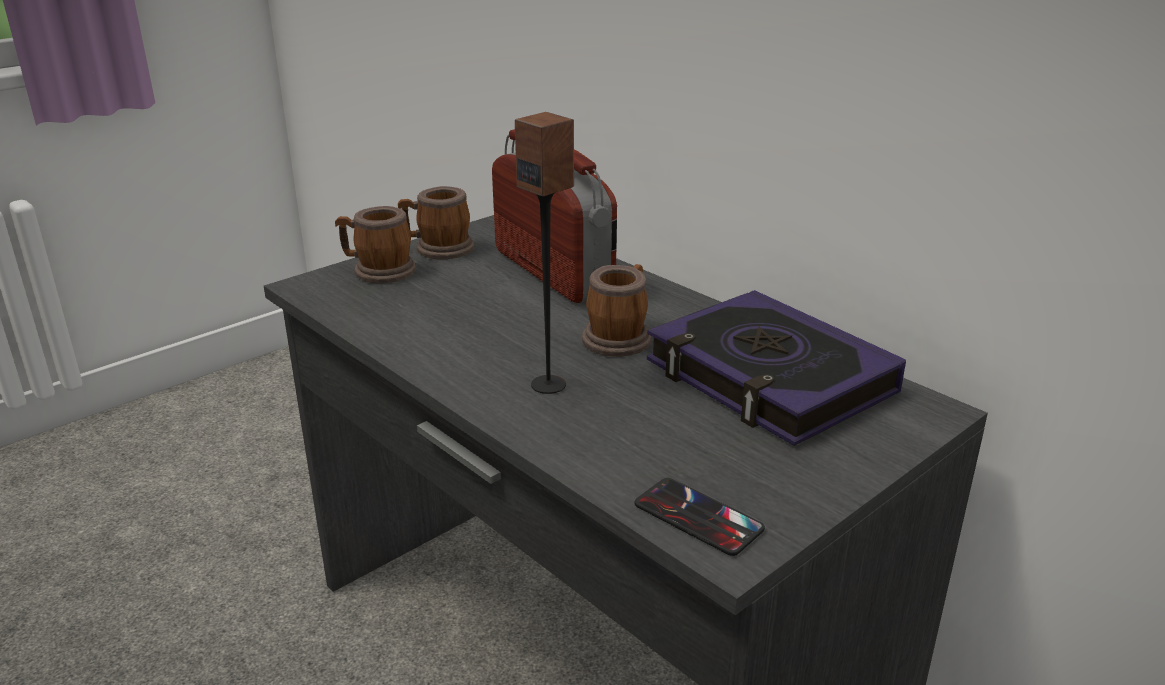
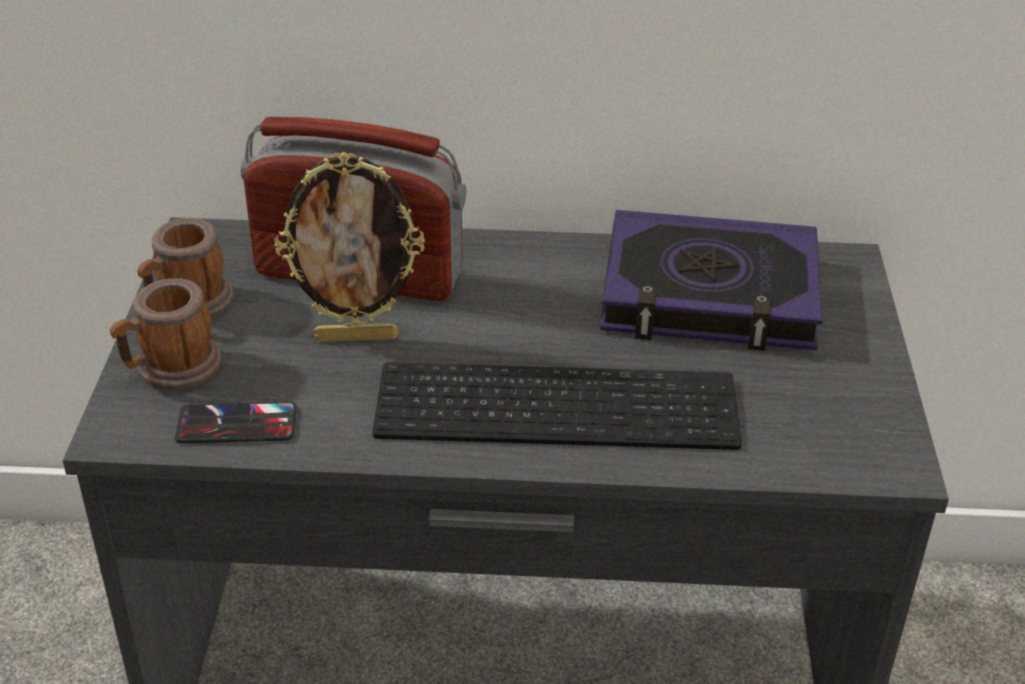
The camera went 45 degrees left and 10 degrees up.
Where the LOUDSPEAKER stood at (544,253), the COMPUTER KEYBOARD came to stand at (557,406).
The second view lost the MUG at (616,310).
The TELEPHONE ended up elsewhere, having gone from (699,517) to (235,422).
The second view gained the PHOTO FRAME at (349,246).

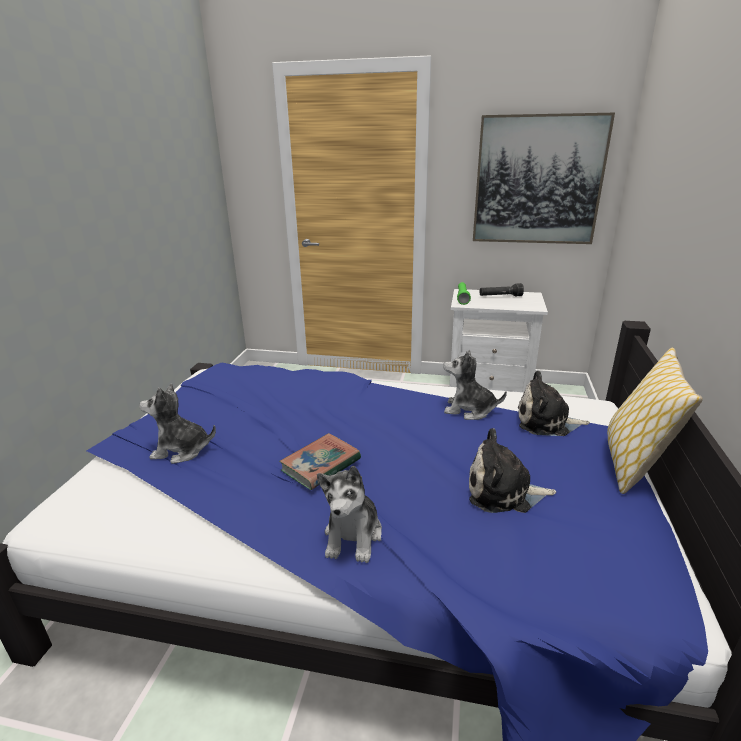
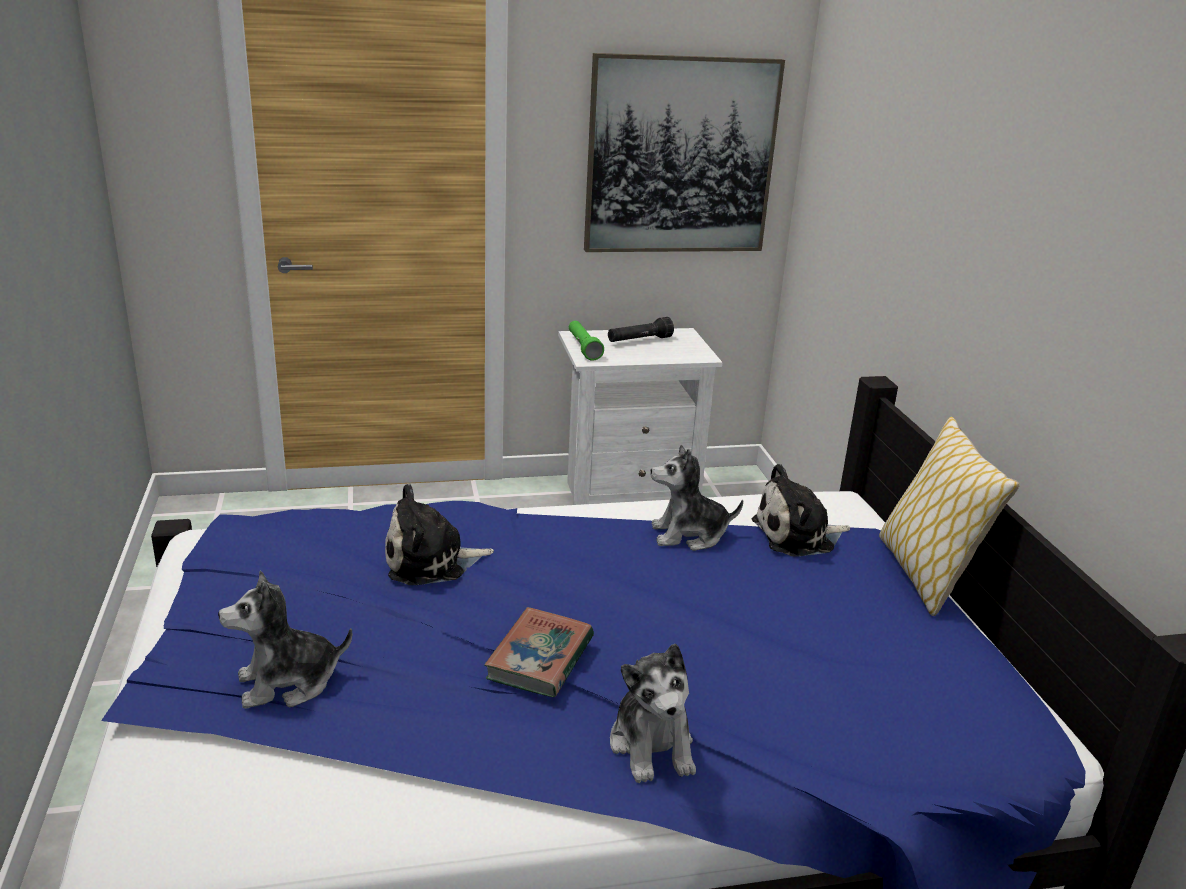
The camera went 25 degrees left and 0 degrees up.
The SOFT TOY ended up elsewhere, having gone from (512,470) to (439,534).

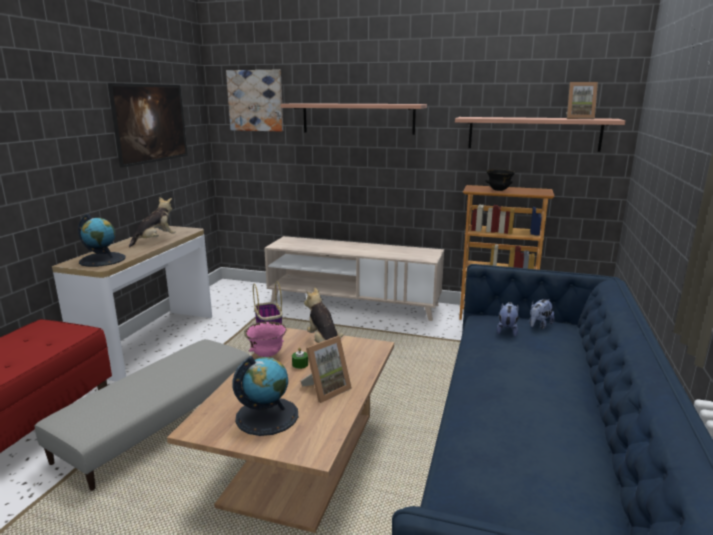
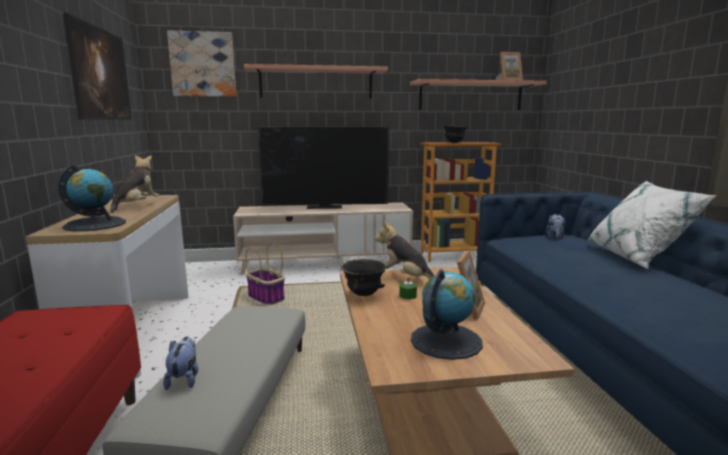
The camera went 25 degrees left and 5 degrees down.
What was the PINK DEEP DISH at (265,339) turned into the BLACK-COLOURED DEEP DISH at (364,277).
The SOFT TOY ended up elsewhere, having gone from (507,319) to (180,363).
The second view gained the TELEVISION at (323,168).
The second view gained the WHITE CUSHION at (652,225).

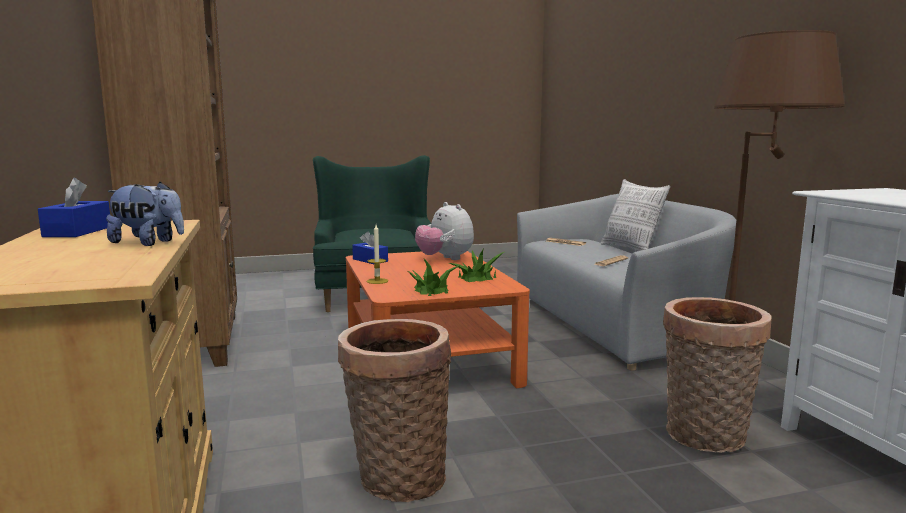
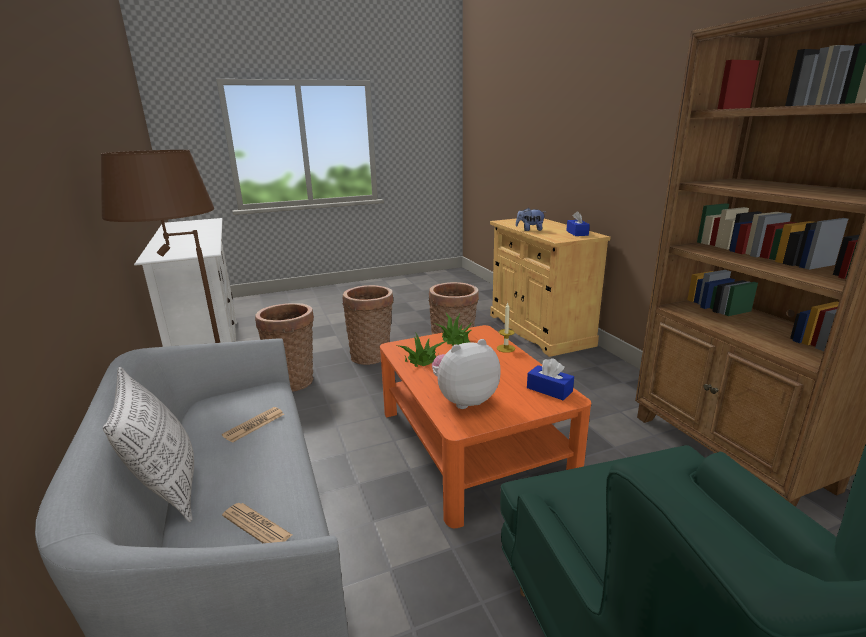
The camera went 175 degrees right and 10 degrees up.
The SOFT TOY at (444,231) ended up facing another way, 75 degrees counterclockwise from before.
The second view gained the STORAGE BASKET at (367,325).

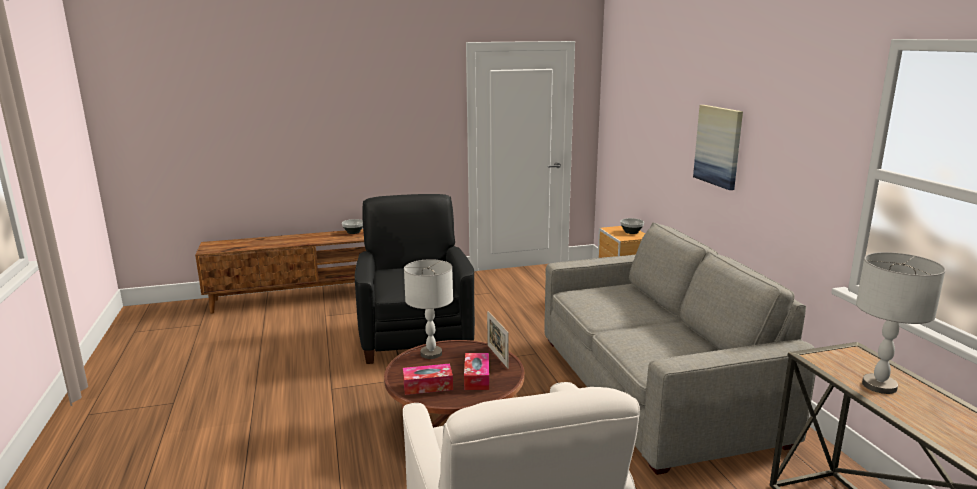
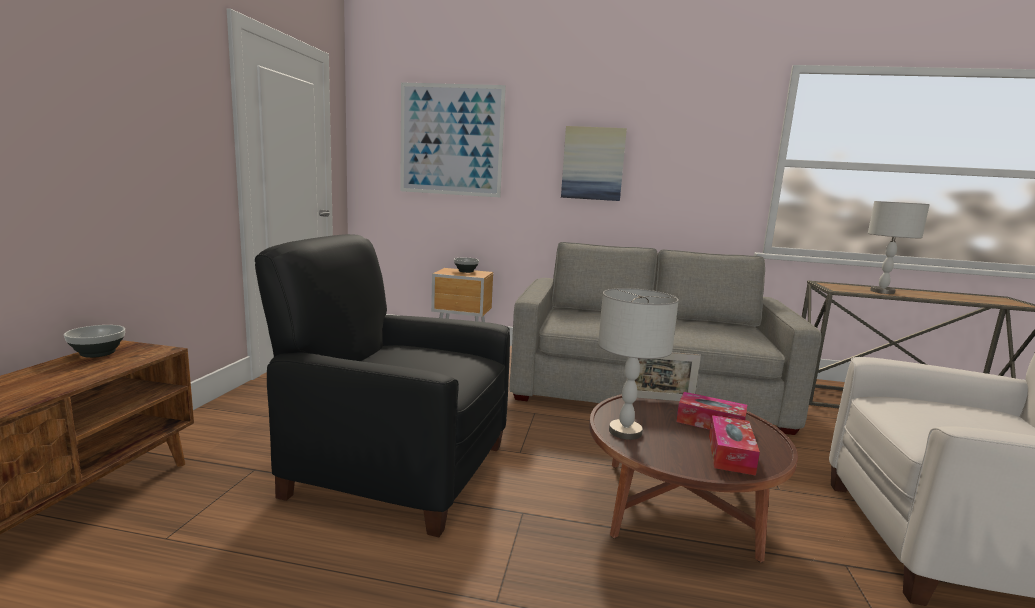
The camera went 65 degrees left and 5 degrees down.
The second view gained the WALL PICTURE at (453,139).

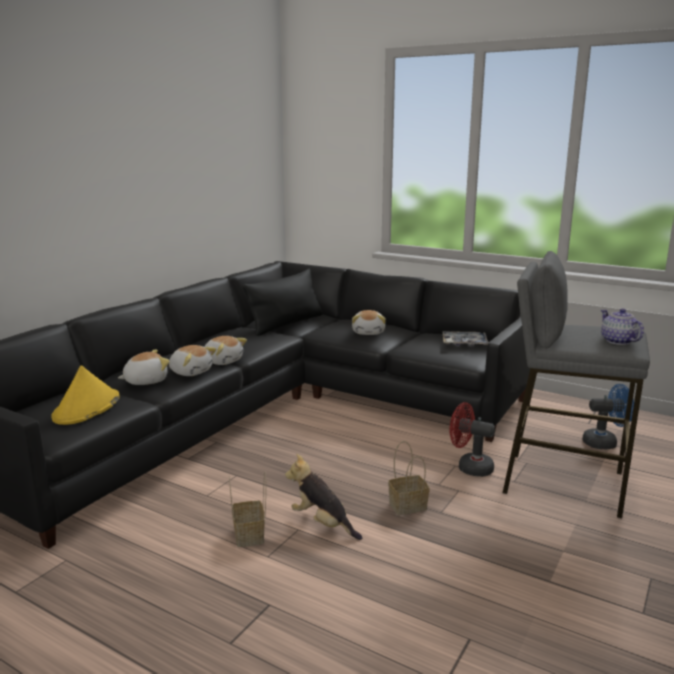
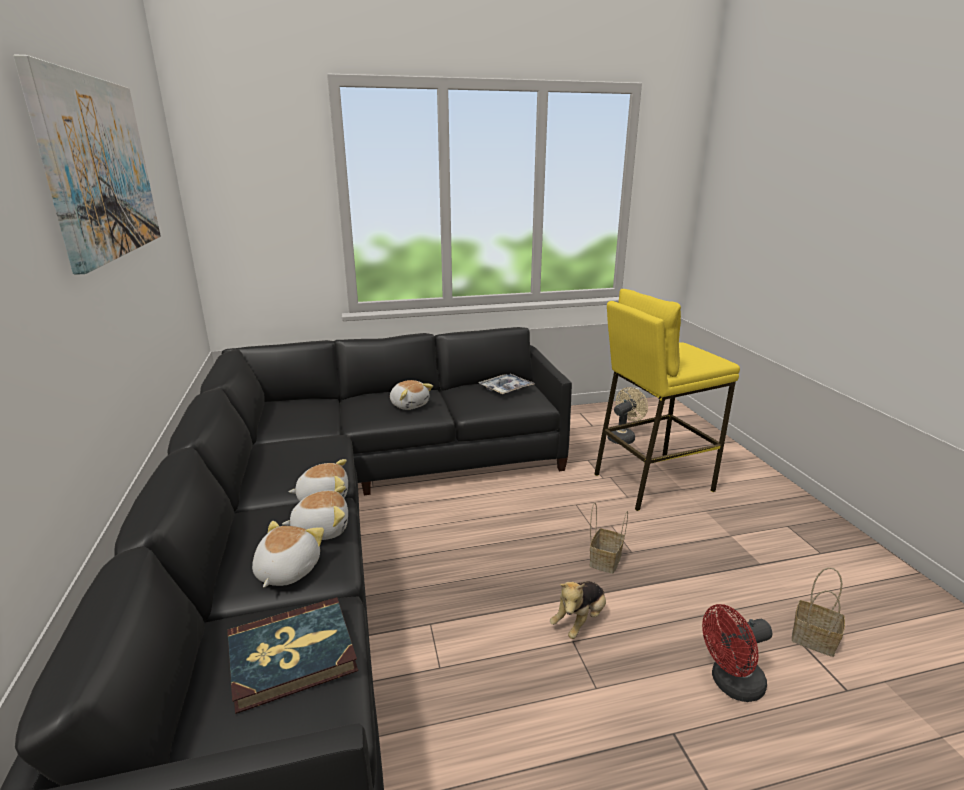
The camera went 45 degrees left and 5 degrees up.
Where the YELLOW WEARABLE HAT stood at (85,395), the BOUND BOOK came to stand at (292,655).
The STORAGE BASKET ended up elsewhere, having gone from (247,509) to (818,612).
The second view lost the BLACK-COLOURED CUSHION at (283,302).
The SOFT TOY at (323,497) ended up facing another way, 45 degrees counterclockwise from before.
The RED FAN ended up elsewhere, having gone from (472,439) to (737,653).
What was the GRAY STOOL at (576,384) turned into the YELLOW STOOL at (667,400).
What was the BLUE FAN at (608,416) turned into the SAND-COLOURED FAN at (627,415).
The second view lost the POT FOR TEA at (622,326).
The second view gained the WALL PICTURE at (87,164).

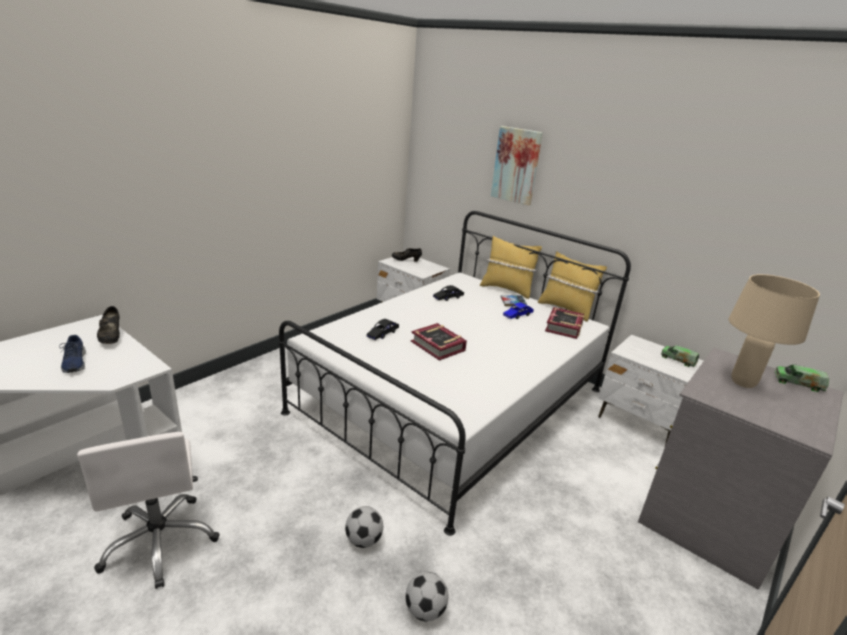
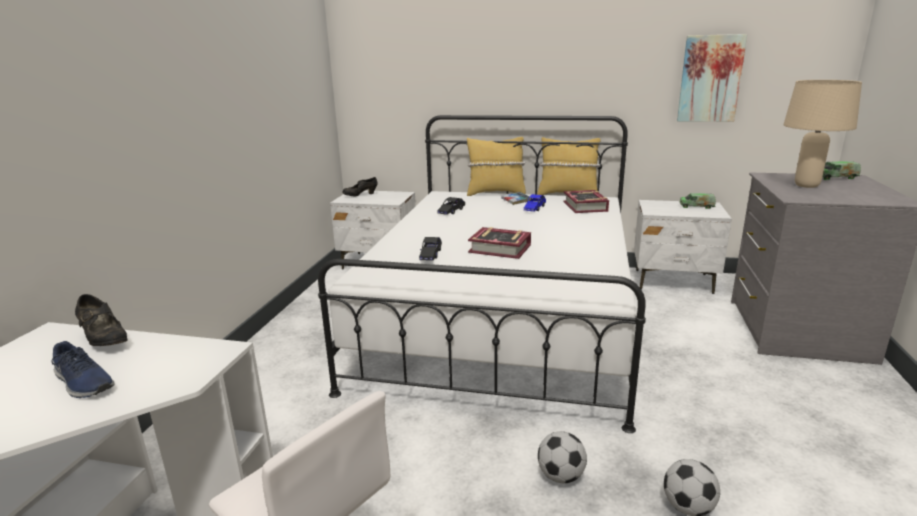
The camera went 25 degrees left and 5 degrees down.
The WALL PICTURE ended up elsewhere, having gone from (517,166) to (712,78).

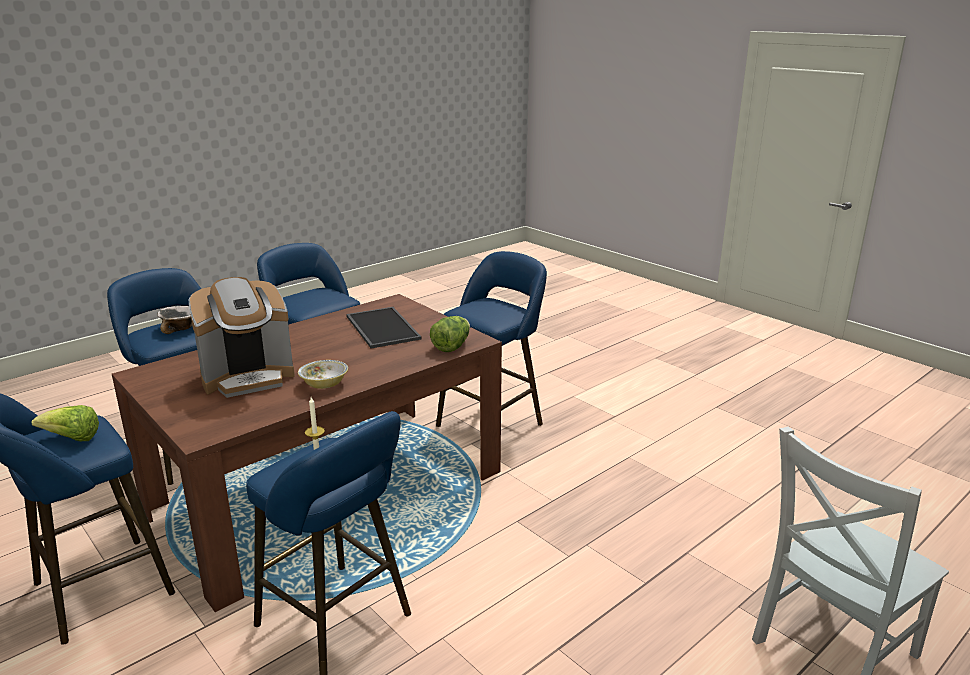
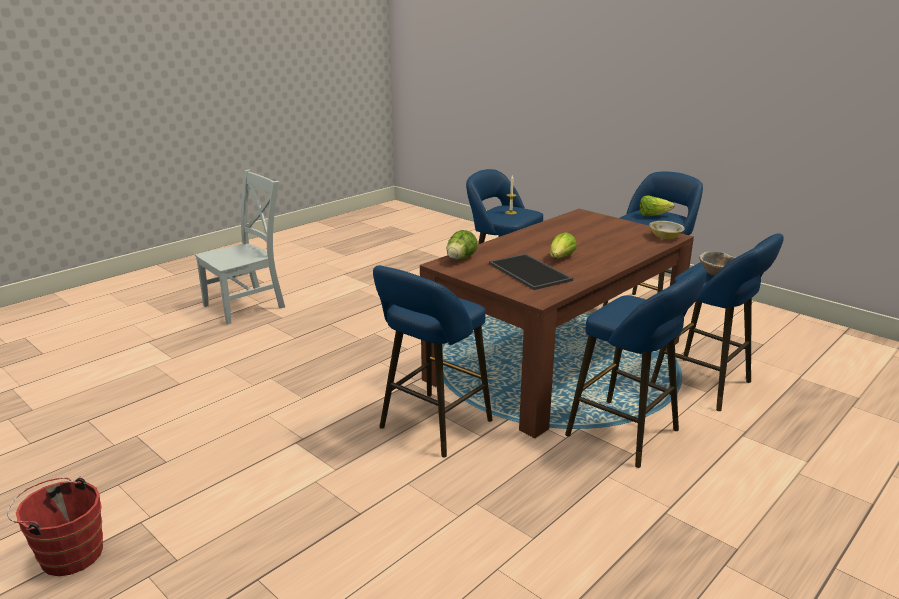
The camera went 175 degrees right and 0 degrees up.
The second view lost the COFFEE MAKER at (241,337).
The DEEP DISH ended up elsewhere, having gone from (323,374) to (667,230).
The second view gained the RED BUCKET at (55,526).
The second view gained the LETTUCE at (563,245).

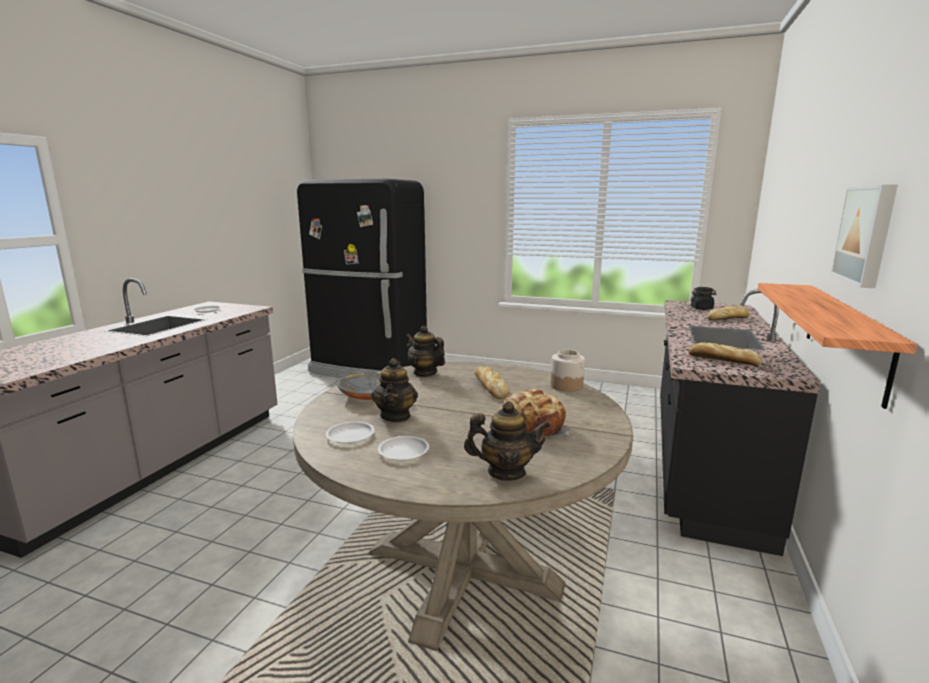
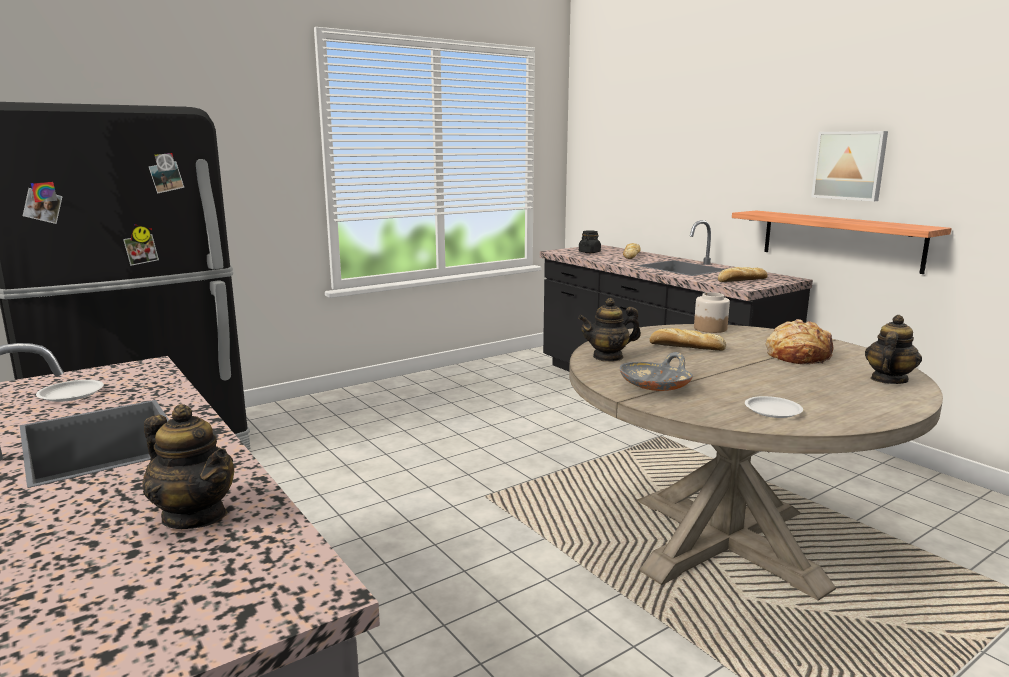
The camera went 55 degrees left and 0 degrees up.
The POT FOR TEA ended up elsewhere, having gone from (394,390) to (188,466).
The second view lost the WHITE FLAT DISH at (403,448).

